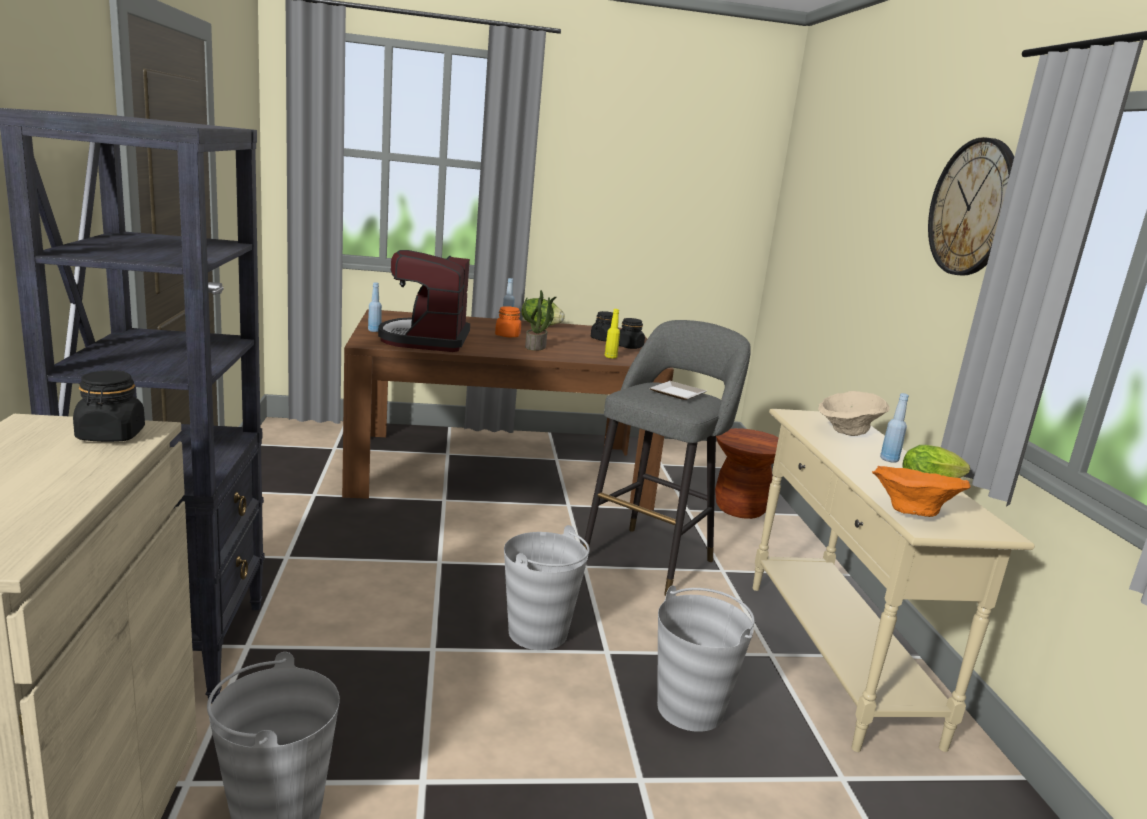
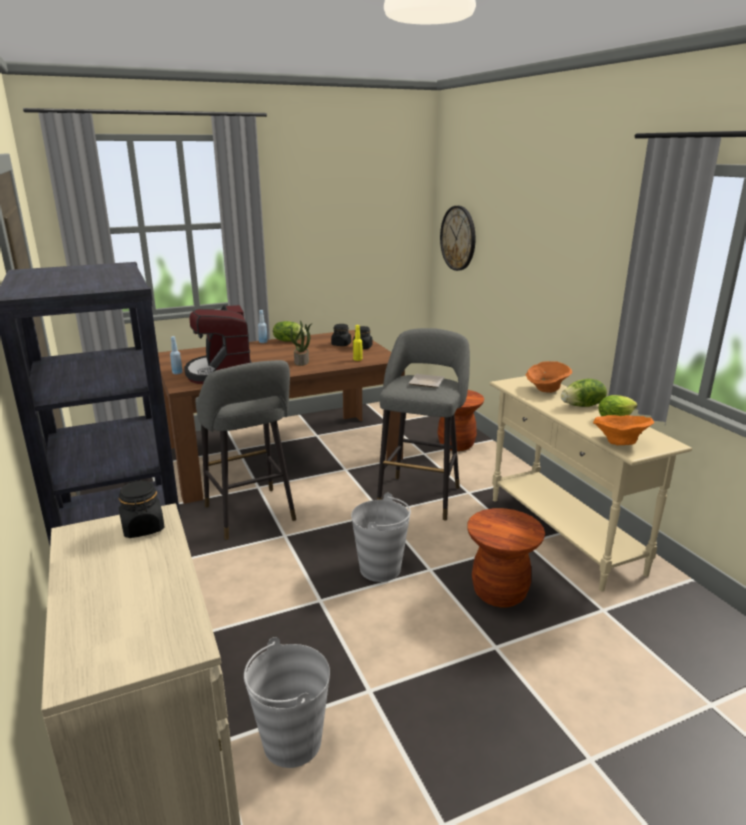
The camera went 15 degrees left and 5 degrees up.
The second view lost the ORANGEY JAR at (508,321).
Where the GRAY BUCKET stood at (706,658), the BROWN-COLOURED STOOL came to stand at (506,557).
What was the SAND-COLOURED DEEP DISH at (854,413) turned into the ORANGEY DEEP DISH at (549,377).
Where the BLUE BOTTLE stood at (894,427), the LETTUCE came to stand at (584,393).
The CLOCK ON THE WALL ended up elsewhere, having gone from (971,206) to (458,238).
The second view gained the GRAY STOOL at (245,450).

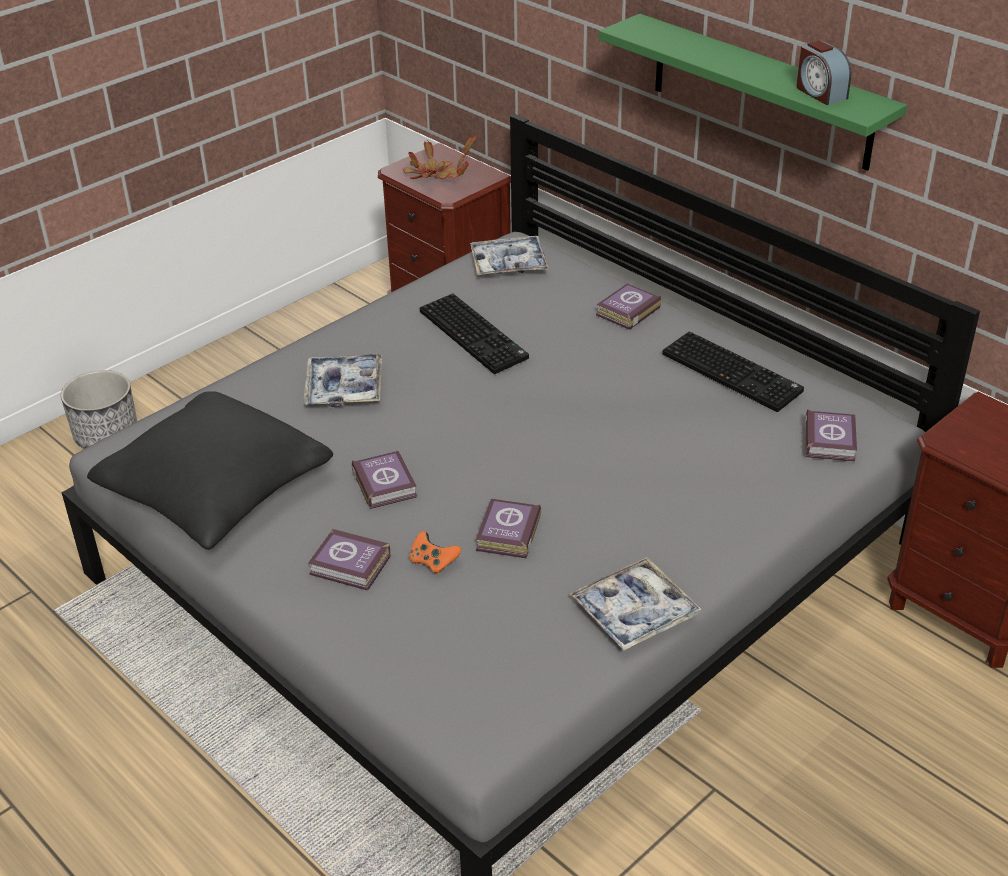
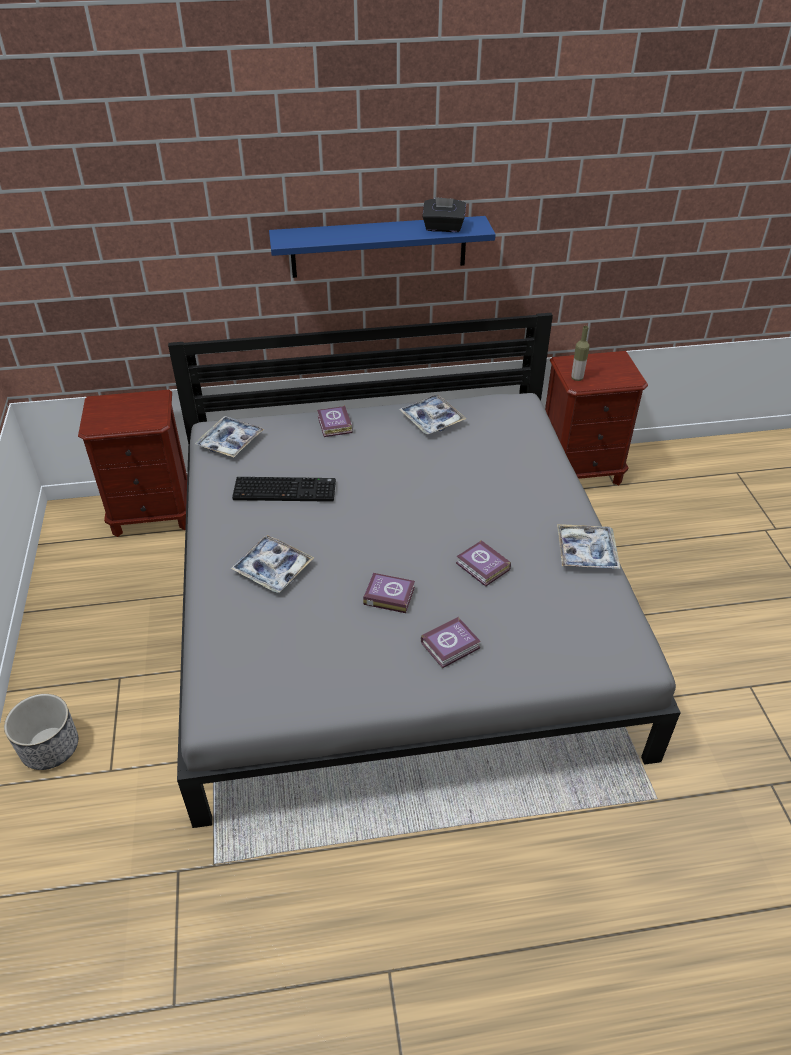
The camera went 55 degrees left and 5 degrees up.
The second view lost the BLACK-COLOURED CUSHION at (210,470).
The second view lost the PLANT IN A POT at (440,157).
The second view lost the ORANGEY JOYPAD at (435,553).
What was the GREEN-COLOURED WALL SHELF at (752,92) turned into the BLUE WALL SHELF at (382,247).
Where the COMPUTER KEYBOARD stood at (733,372), the SERVING TRAY came to stand at (433,414).
Where the TABLE CLOCK stood at (823,72), the BLACK-COLOURED BOX OF TISSUES came to stand at (444,214).
The second view lost the BOUND BOOK at (831,435).
The second view gained the BOTTLE at (580,353).

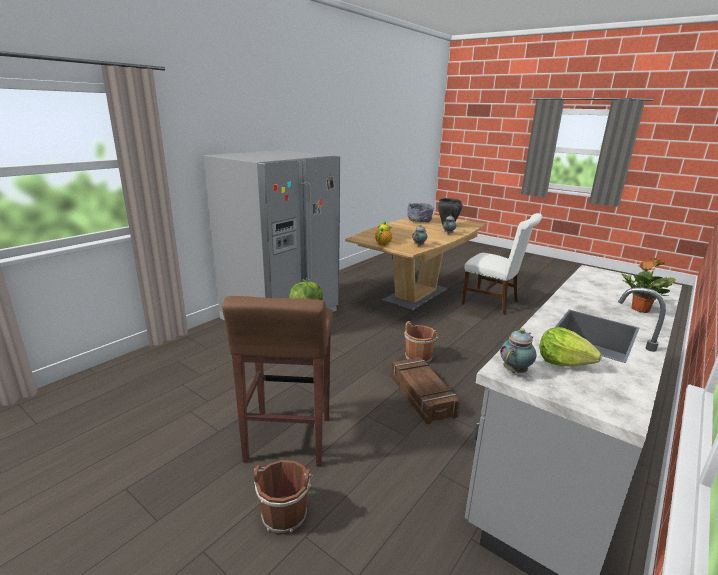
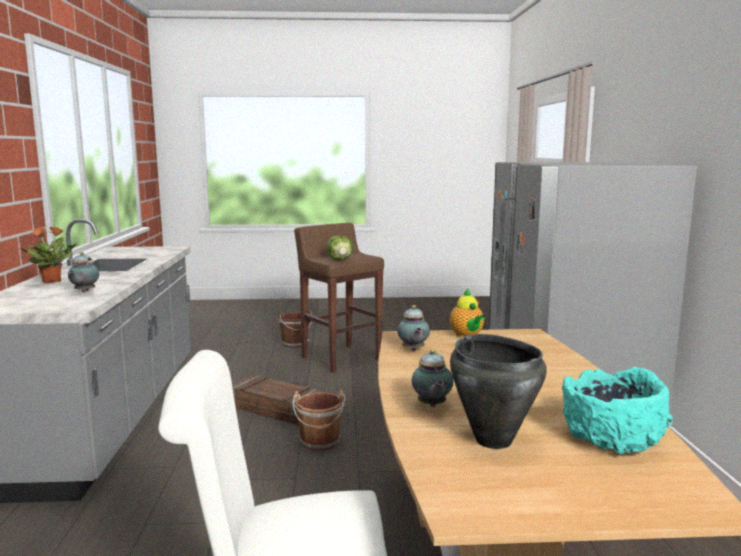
The camera went 140 degrees right and 10 degrees down.
What was the GRAY DEEP DISH at (420,212) turned into the BLUE-GREEN DEEP DISH at (617,410).
The POT FOR TEA ended up elsewhere, having gone from (518,350) to (83,272).
The second view lost the LETTUCE at (570,347).

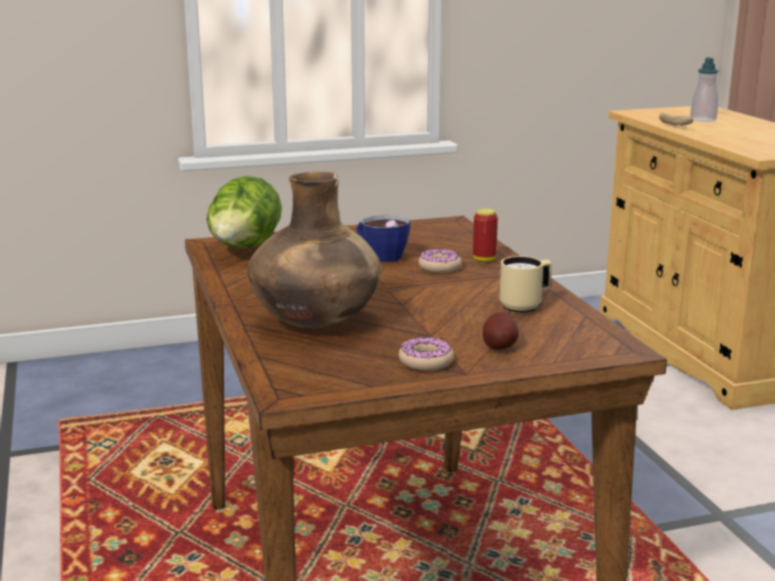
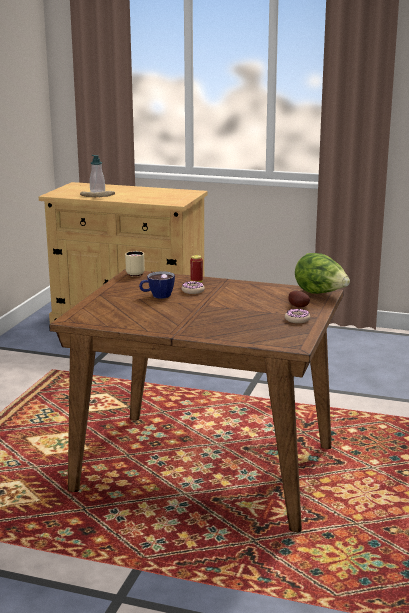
The camera went 55 degrees left and 0 degrees up.
The LETTUCE ended up elsewhere, having gone from (244,212) to (322,273).
The second view lost the BROWN-COLOURED VASE at (314,249).
The SAND-COLOURED MUG ended up elsewhere, having gone from (526,285) to (135,264).

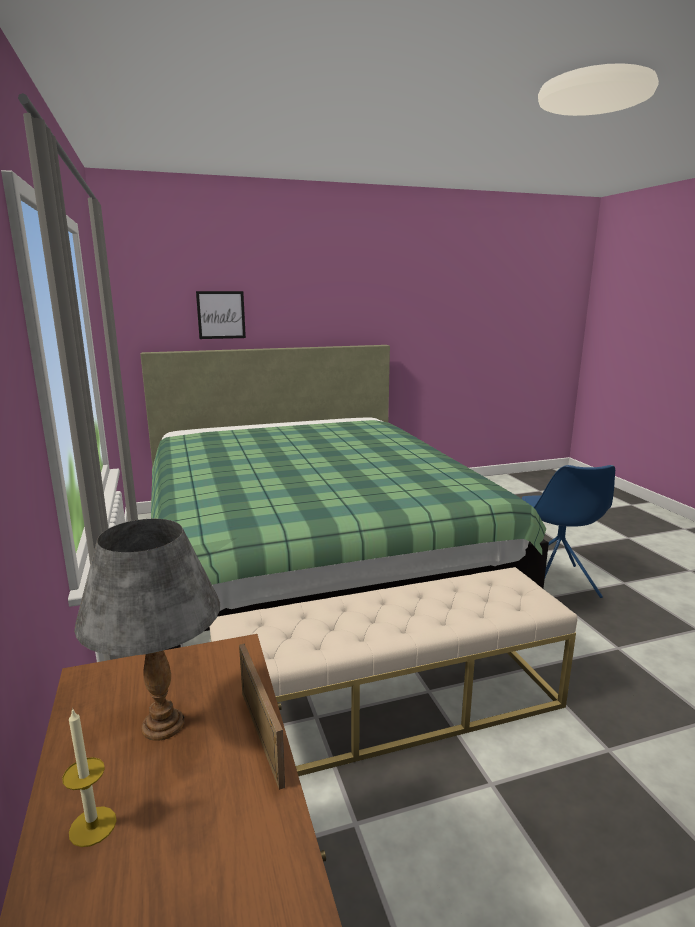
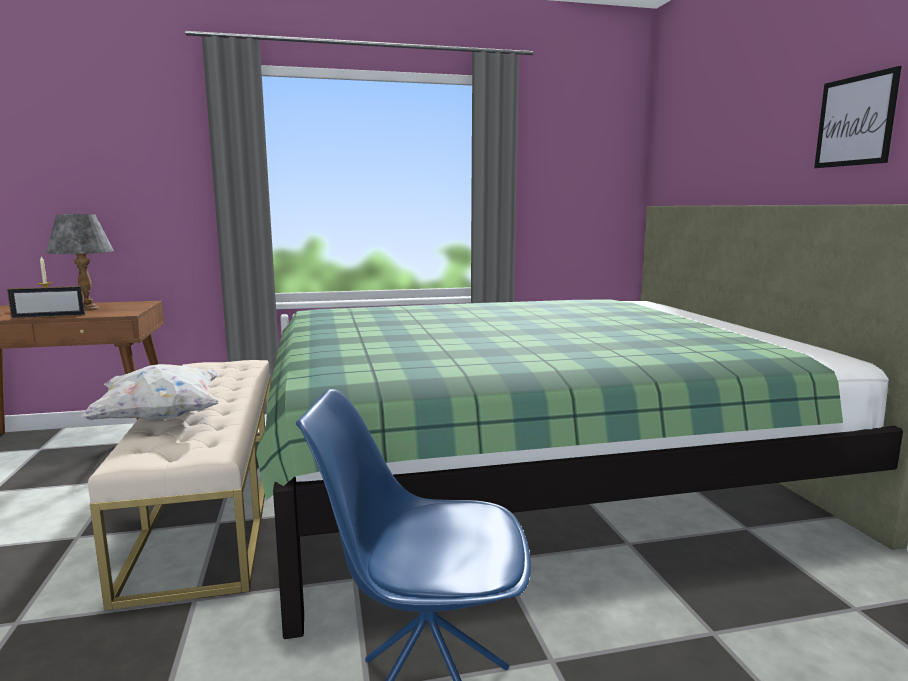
The camera went 95 degrees right and 5 degrees down.
The WALL PICTURE ended up elsewhere, having gone from (221,315) to (857,117).
The second view gained the WHITE CUSHION at (150,392).

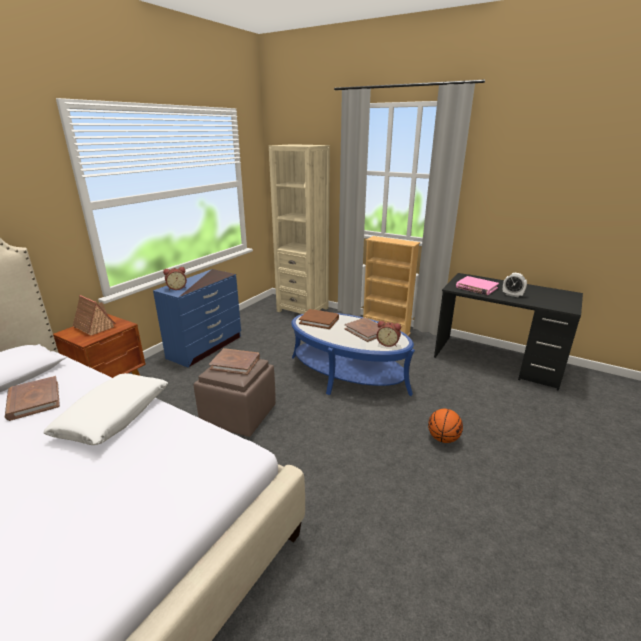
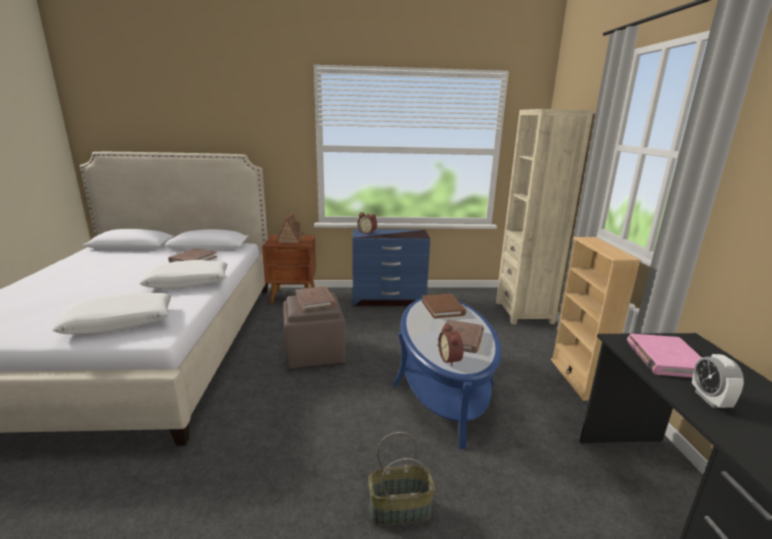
The camera went 55 degrees right and 5 degrees down.
Where the BALL FOR BASKETBALL stood at (445,426), the STORAGE BASKET came to stand at (401,479).
The second view gained the WHITE CUSHION at (111,313).

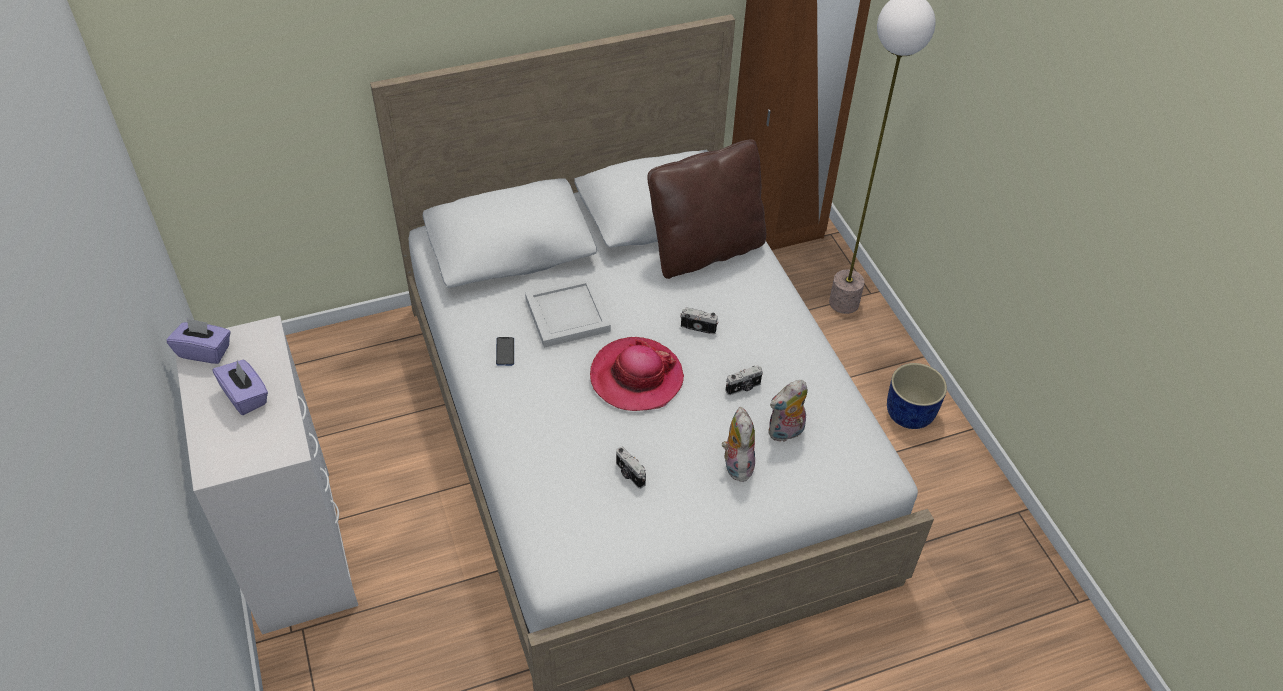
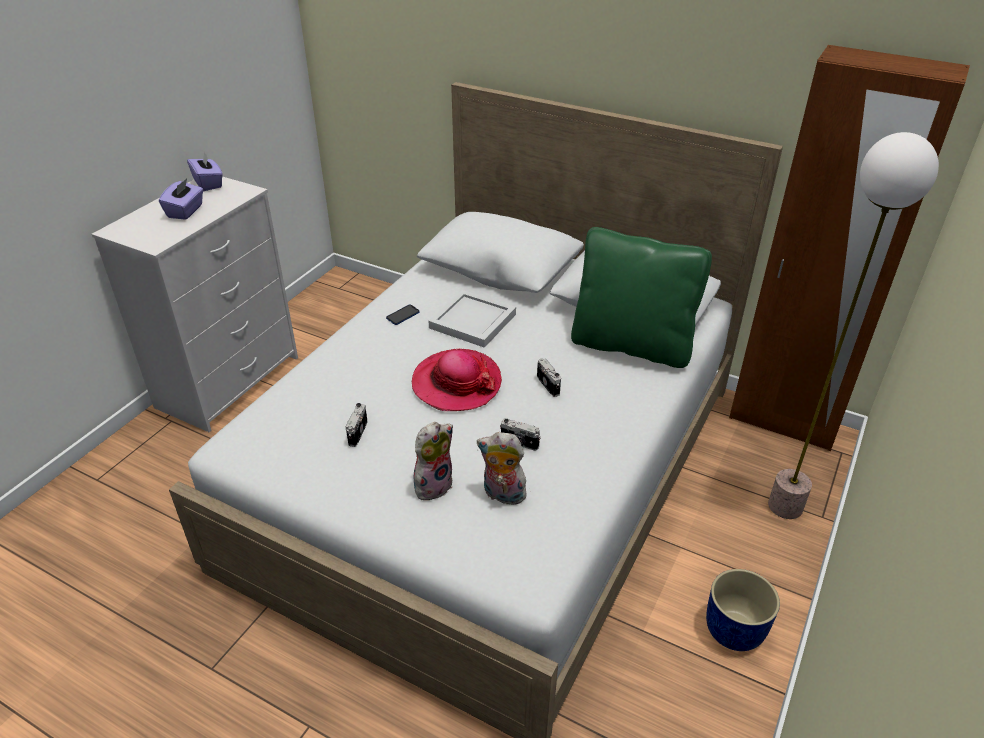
The camera went 50 degrees right and 10 degrees down.
What was the BROWN-COLOURED CUSHION at (706,209) turned into the GREEN-COLOURED CUSHION at (641,297).

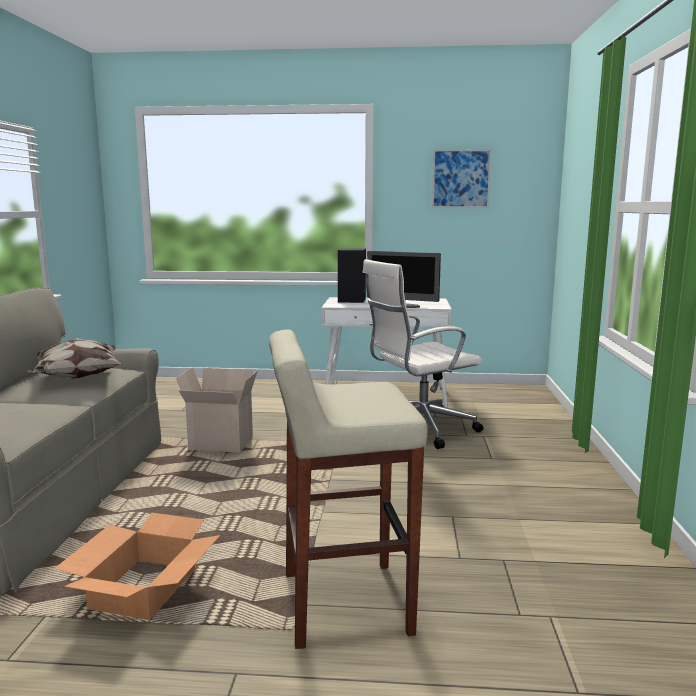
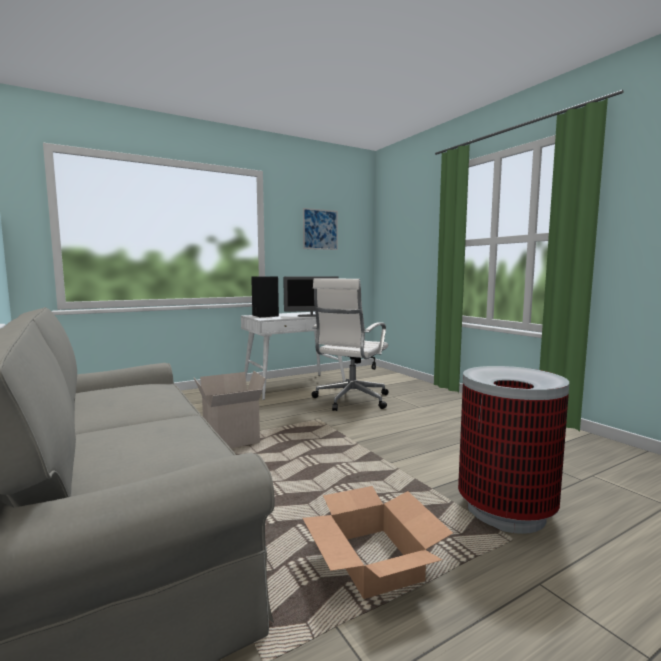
The camera went 35 degrees left and 5 degrees down.
The second view lost the CUSHION at (74,358).
Where the SAND-COLOURED STOOL stood at (348,489), the TRASH CAN came to stand at (513,450).

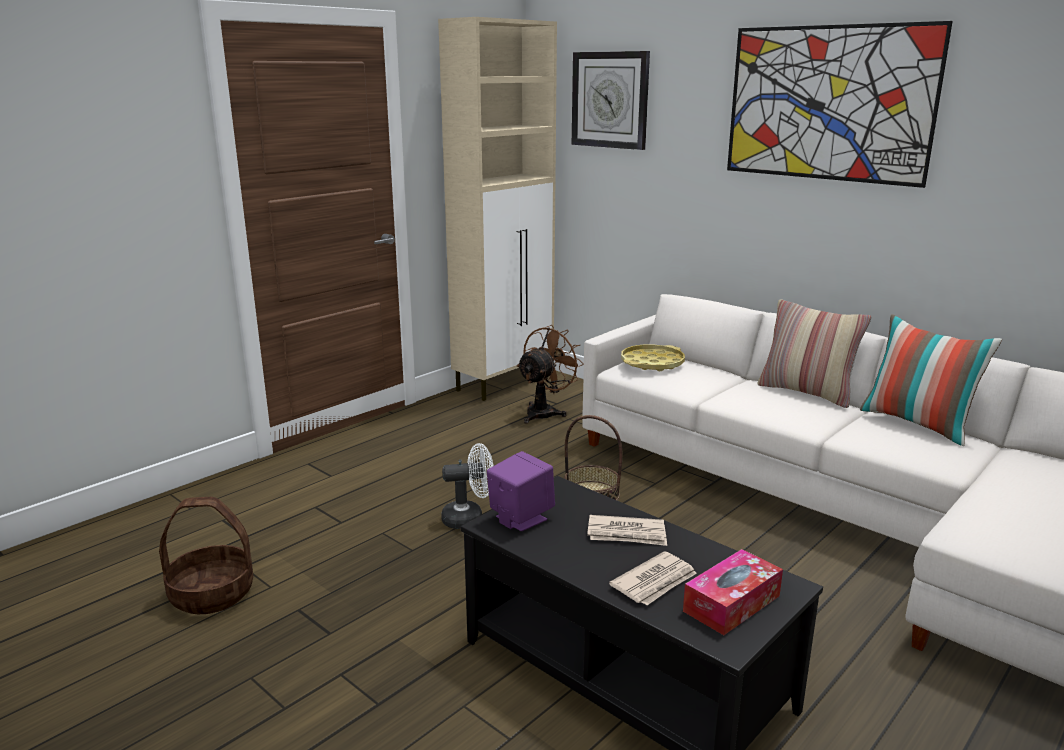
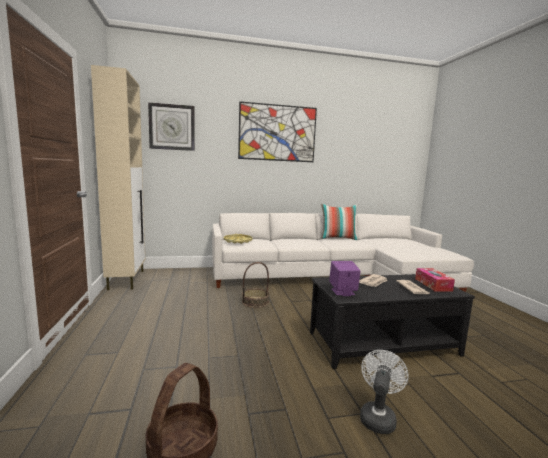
The camera went 55 degrees left and 10 degrees down.
The WHITE FAN ended up elsewhere, having gone from (467,486) to (384,392).
The second view lost the BROWN-COLOURED FAN at (550,374).
The second view lost the CUSHION at (814,353).

